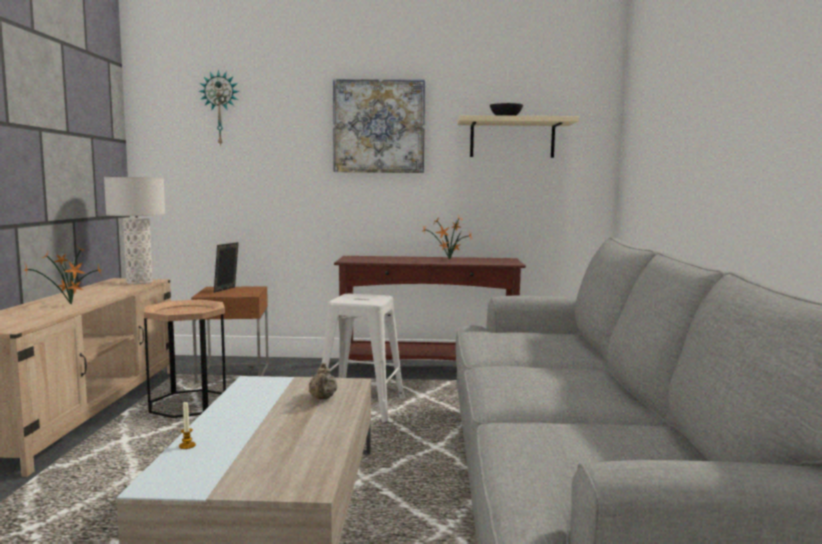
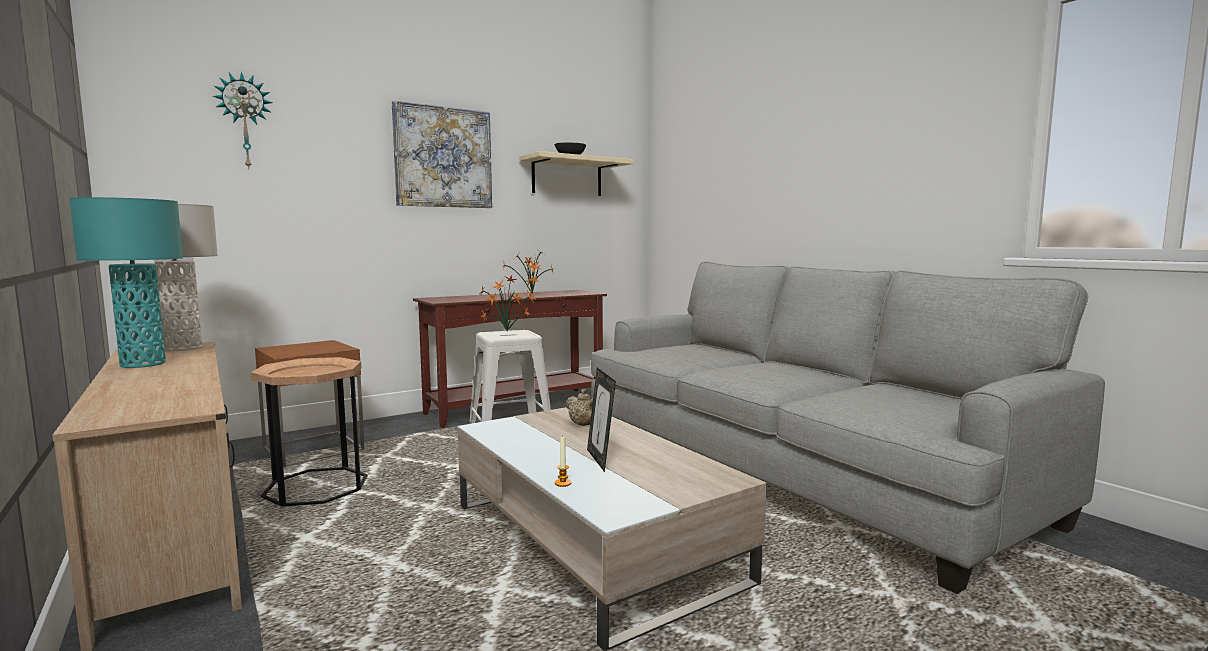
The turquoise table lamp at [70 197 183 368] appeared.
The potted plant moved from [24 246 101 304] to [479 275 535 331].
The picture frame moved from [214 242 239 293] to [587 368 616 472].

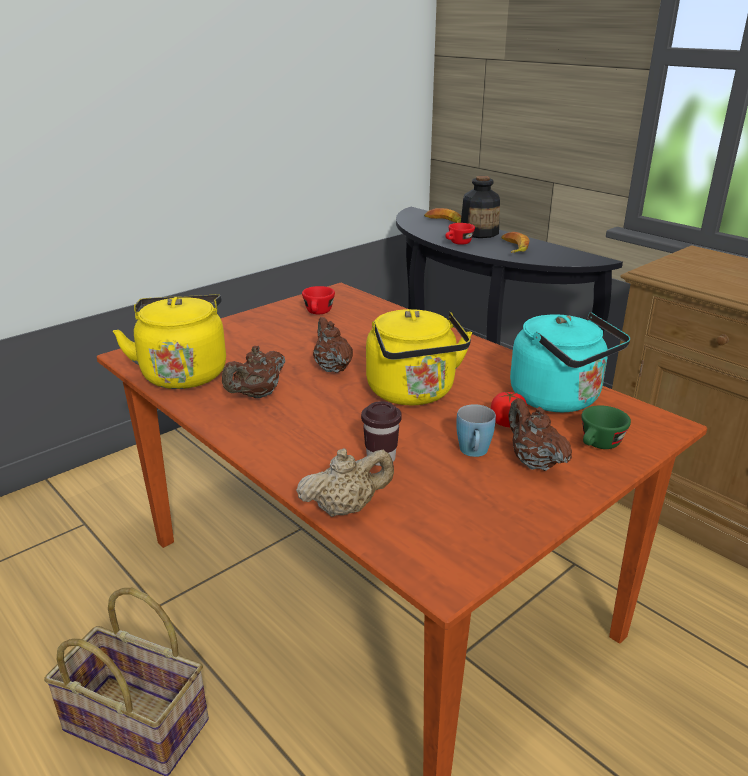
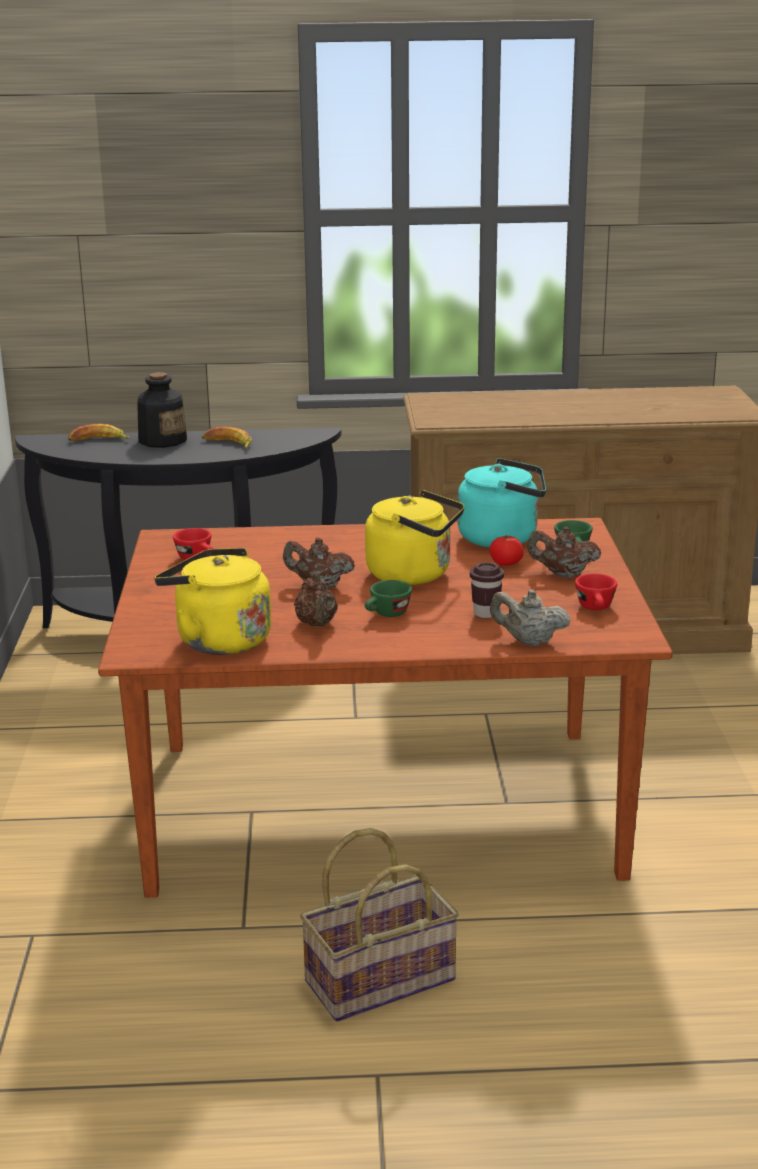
The blue mug at [456 404 496 457] disappeared.
The green cup at [365 580 412 617] appeared.
The red cup moved from [445 223 475 245] to [575 574 617 610].
The beige teapot at [296 448 394 517] turned 90 degrees counterclockwise.

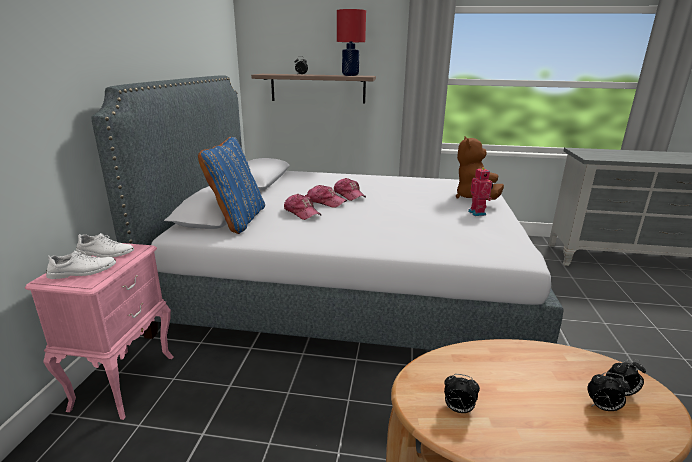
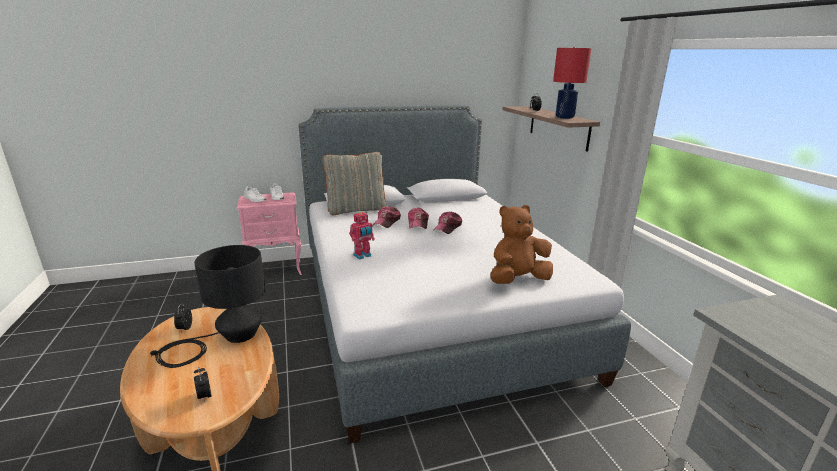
The alarm clock at [587 372 630 412] disappeared.
The black table lamp at [150 245 265 368] appeared.
The toy robot moved from [468 167 493 216] to [349 212 375 260].
The blue pillow at [198 137 265 234] became the grey pillow at [323 152 387 215].

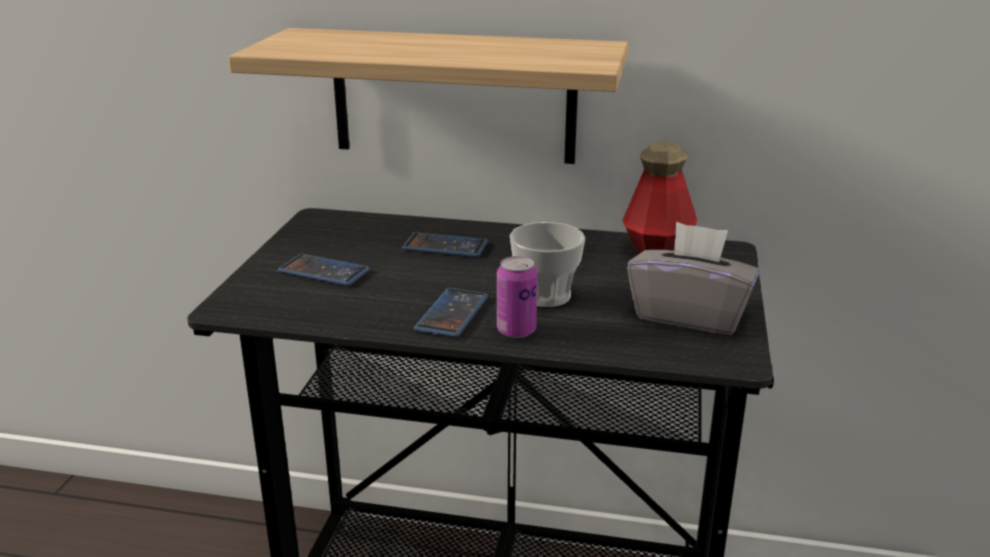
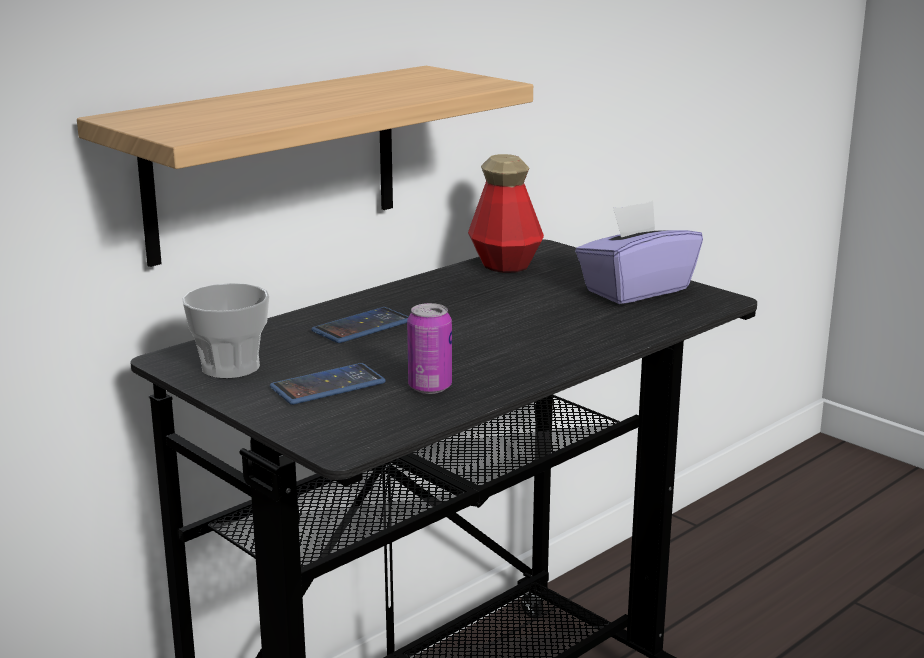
The phone at [414 288 488 337] disappeared.
The can moved from [497 256 537 338] to [407 303 452 394].
The cup moved from [510 222 585 307] to [182 283 269 378].
The grey tissue box at [627 222 760 335] became the purple tissue box at [575 201 703 304].

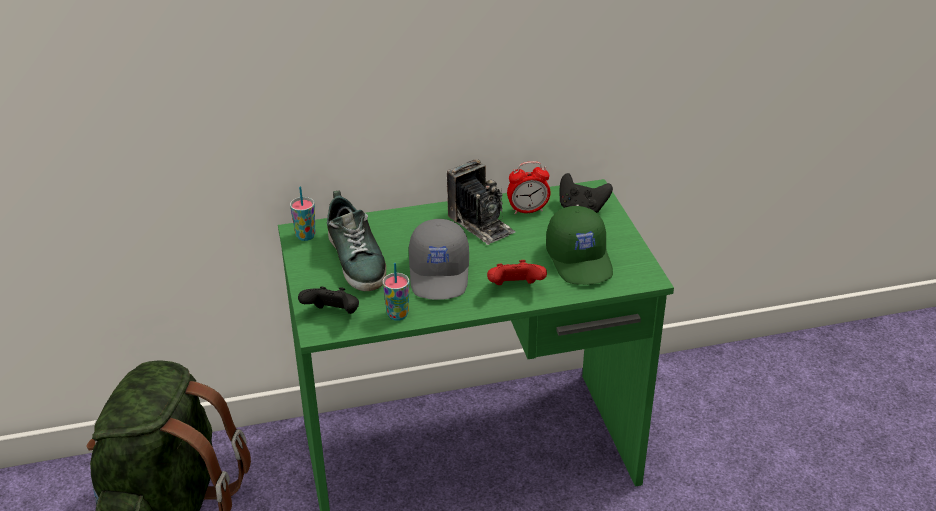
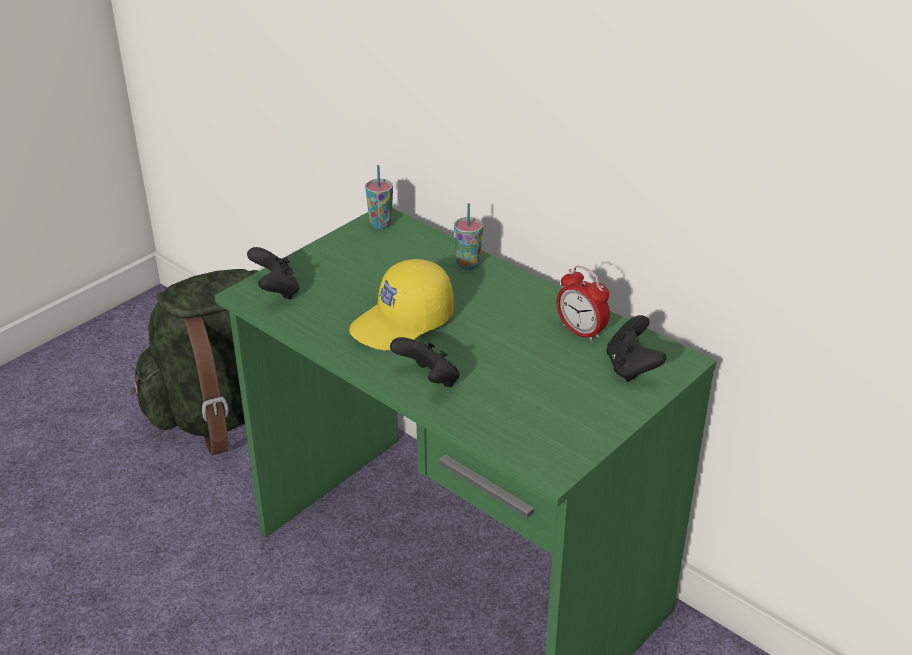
The shoe at [327 191 386 291] disappeared.
The photo camera at [447 159 516 245] disappeared.
The green cap at [546 206 613 285] disappeared.
The cup moved from [382 263 409 321] to [454 203 483 270].
The grey cap at [409 219 469 300] became the yellow cap at [349 259 453 350].
The red game controller at [487 260 547 285] became the black game controller at [390 337 460 387].

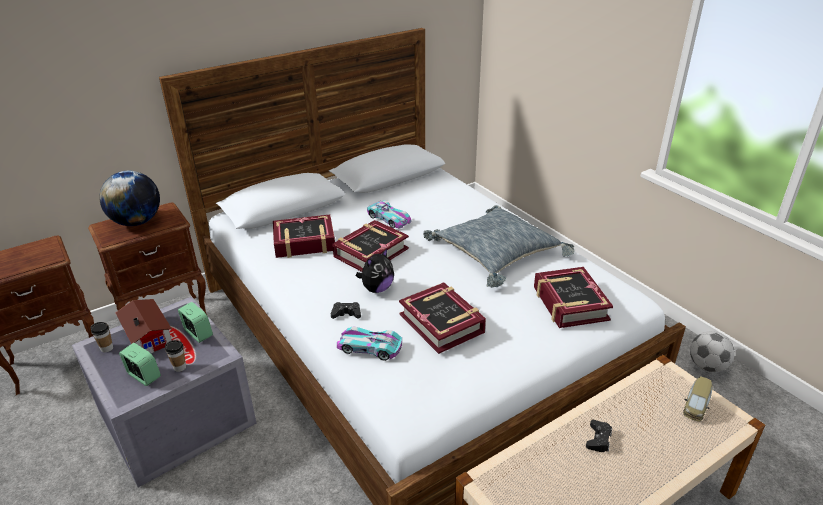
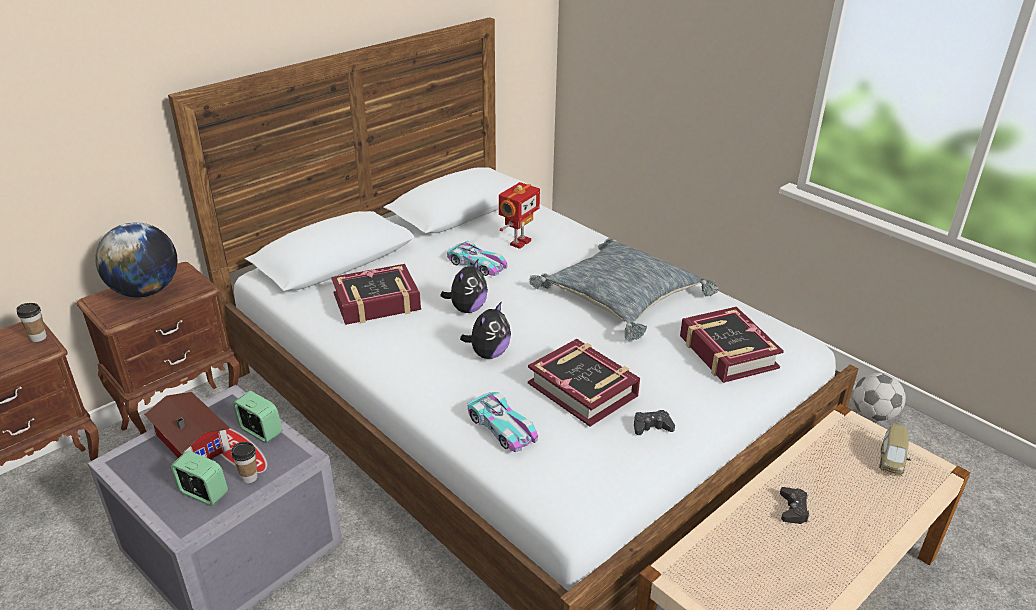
The toy robot at [499 182 540 249] appeared.
The cup moved from [91 322 113 353] to [16 303 47 342].
The black game controller moved from [331 302 361 319] to [634 410 675 435].
The book at [332 220 409 272] was replaced by the plush toy at [440 260 488 313].
The toy car at [337 326 402 361] turned 135 degrees counterclockwise.

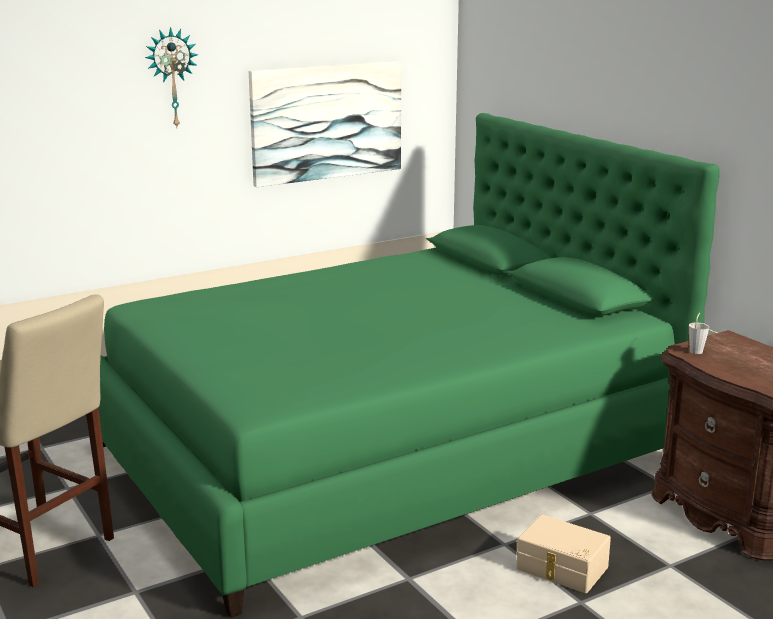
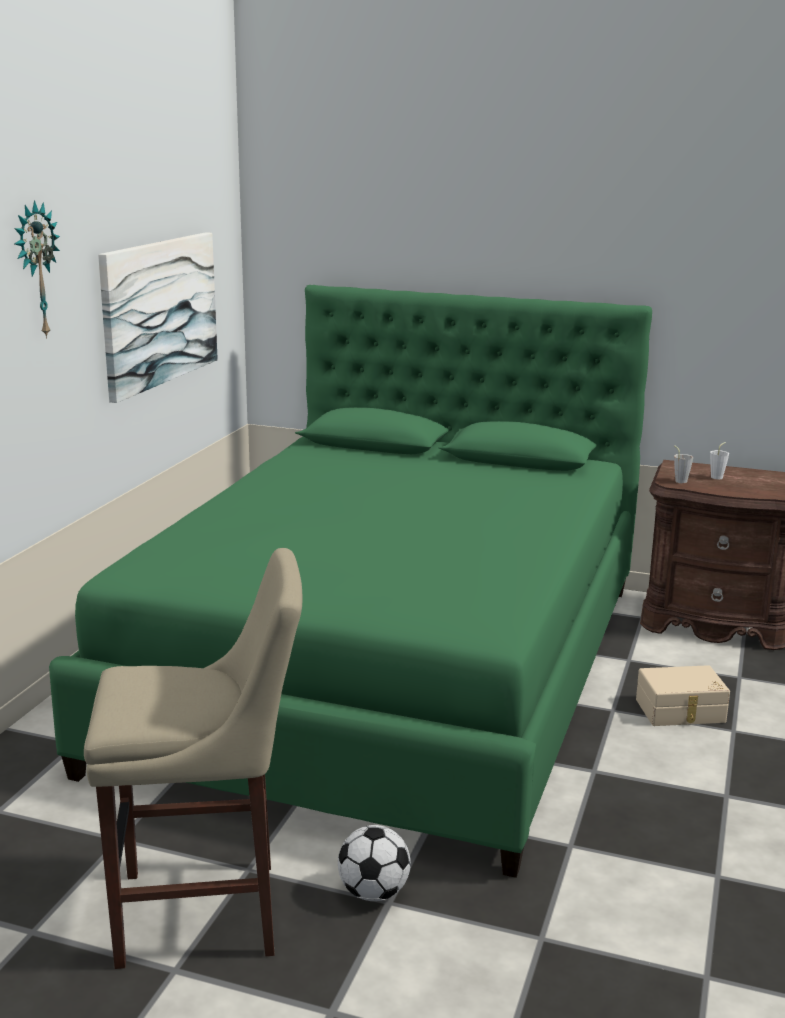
The football at [338 825 411 901] appeared.
The white cup at [710 442 729 479] appeared.

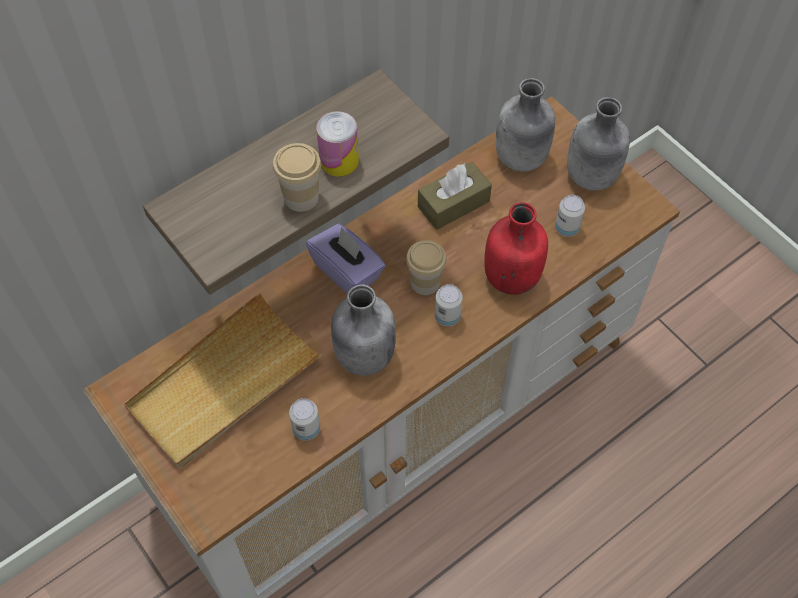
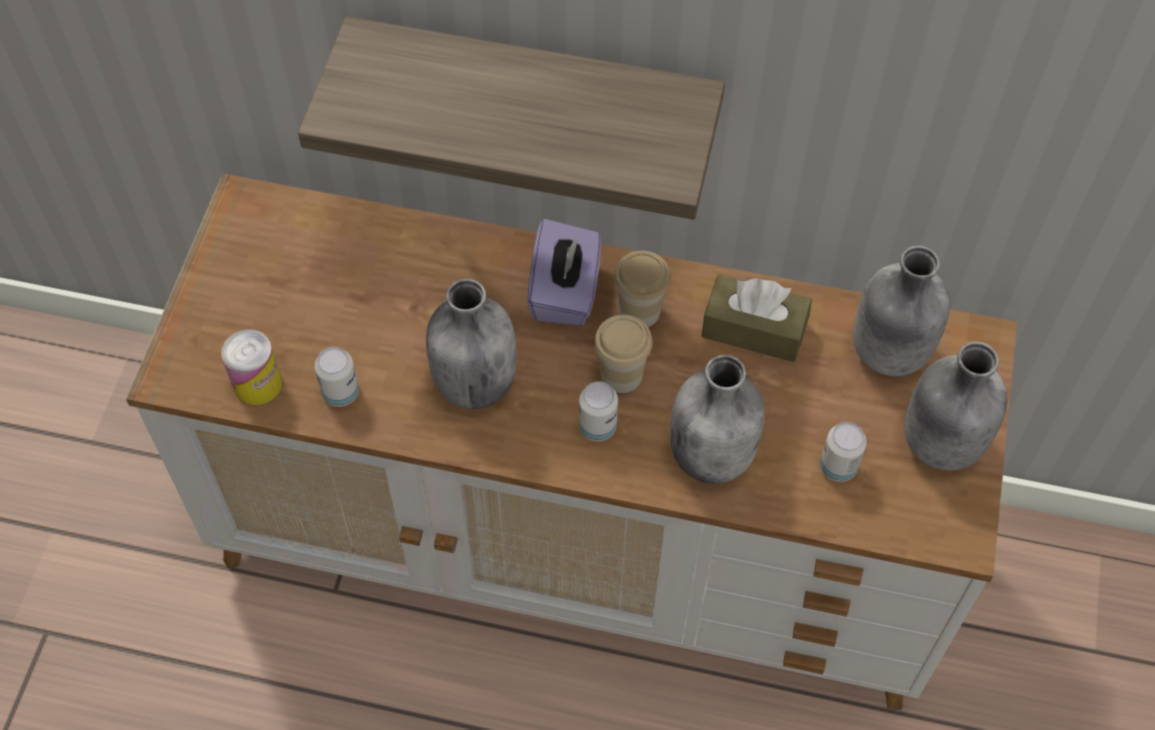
The beige tray at [124 292 322 468] disappeared.
The cup moved from [273 143 321 212] to [614 251 671 327].
The can moved from [316 111 359 177] to [221 330 282 405].
The red bottle at [484 202 548 295] became the grey bottle at [670 355 765 483].

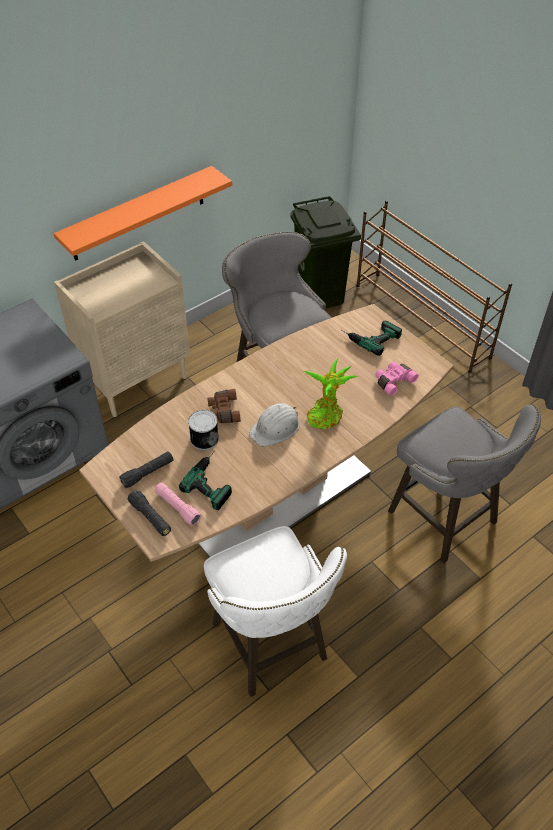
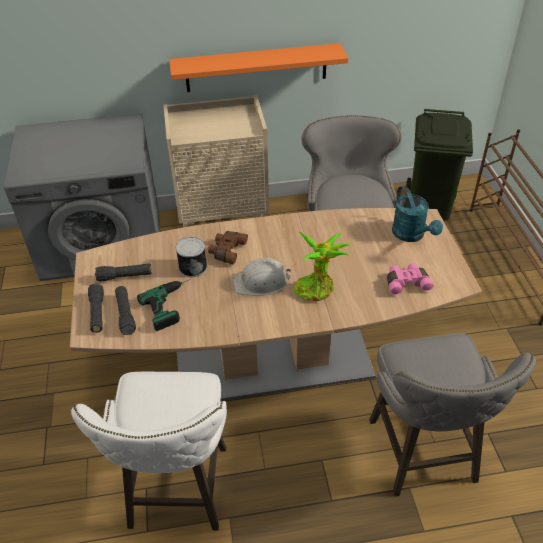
The power drill at [341 320 402 356] was replaced by the turquoise watering can at [392 186 443 242].
The pink flashlight at [155 483 202 526] became the black flashlight at [115 286 136 335].

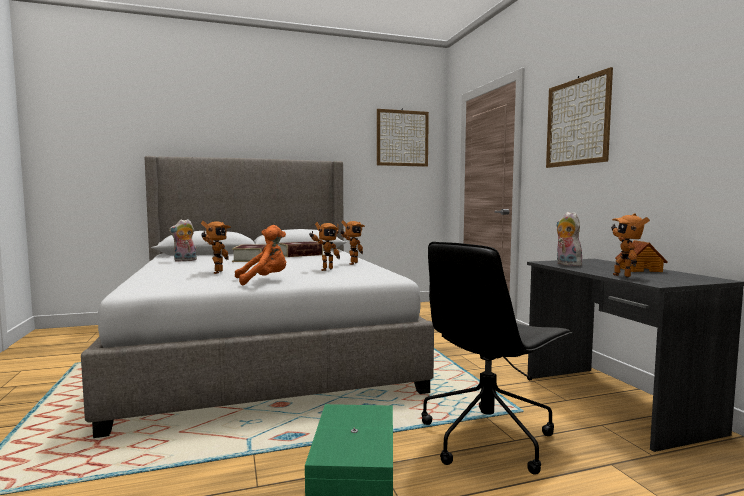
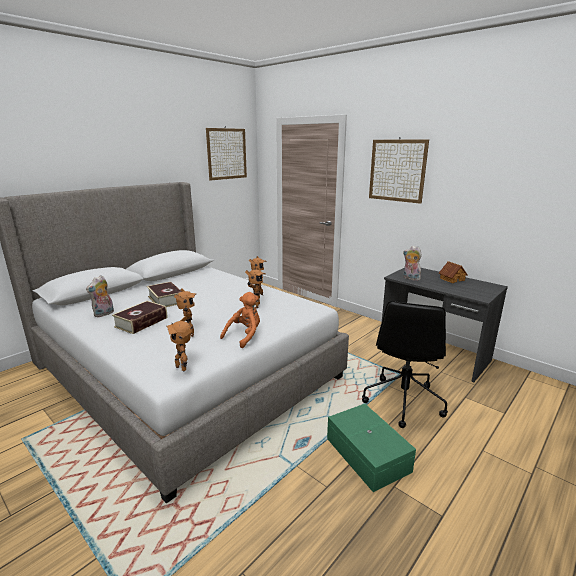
The book moved from [279 241 323 257] to [112 301 167 334].
The toy robot moved from [611 213 650 278] to [166 316 192 371].

